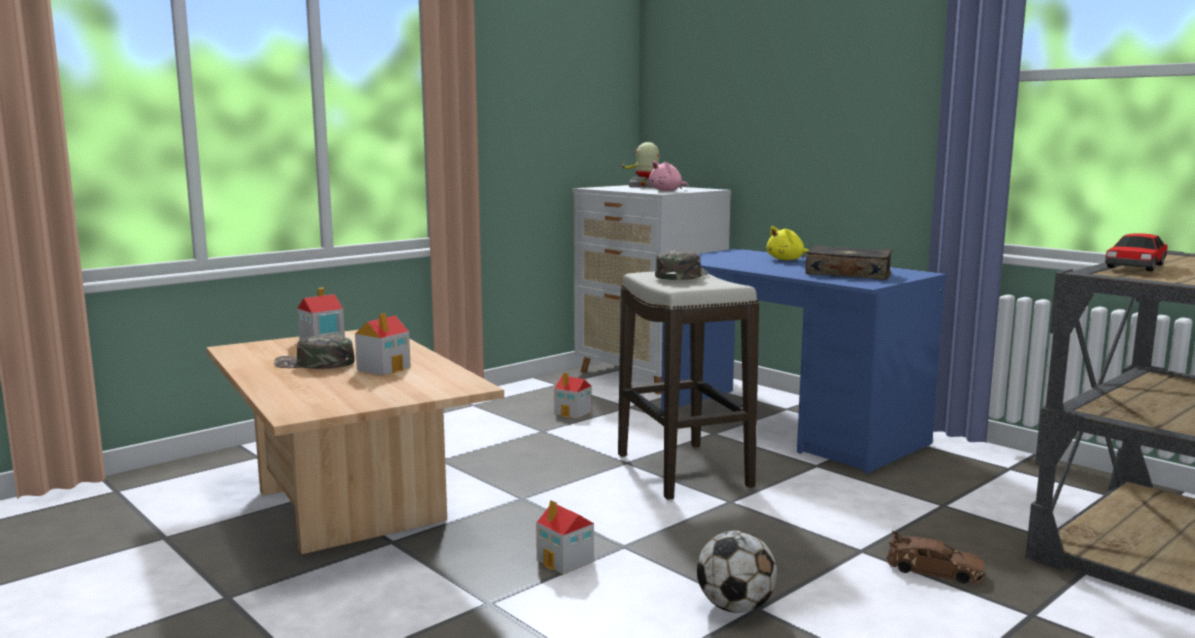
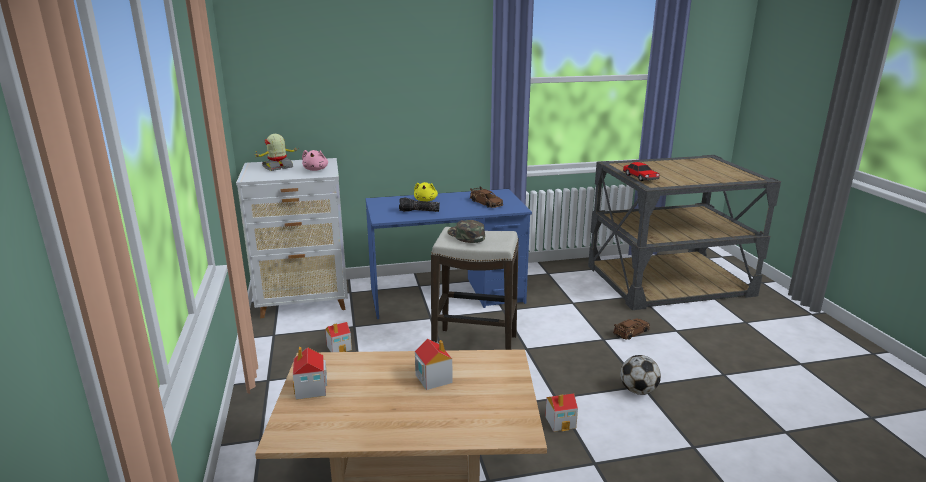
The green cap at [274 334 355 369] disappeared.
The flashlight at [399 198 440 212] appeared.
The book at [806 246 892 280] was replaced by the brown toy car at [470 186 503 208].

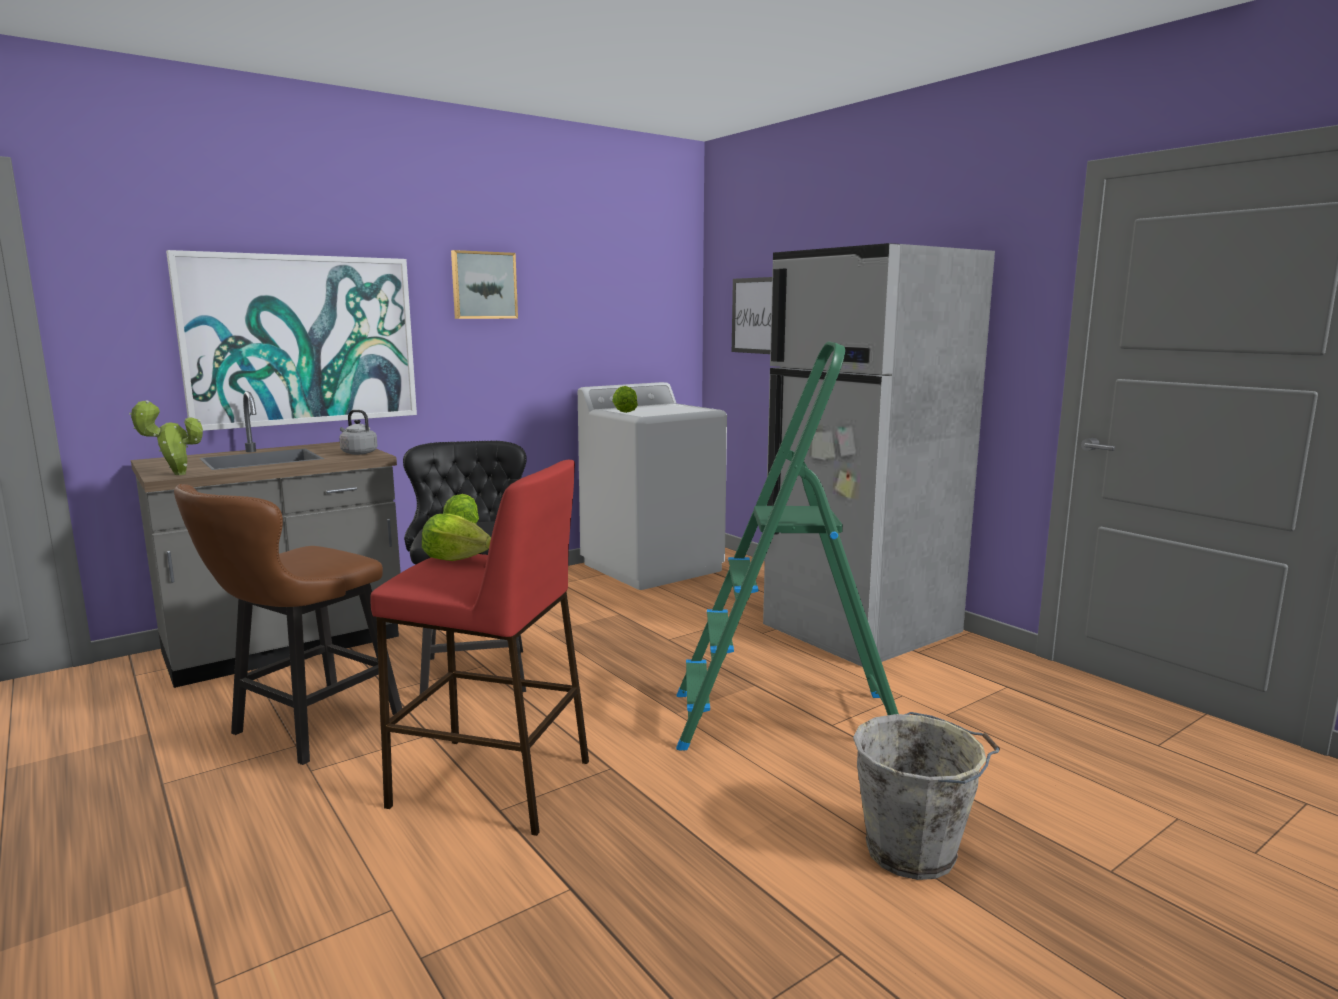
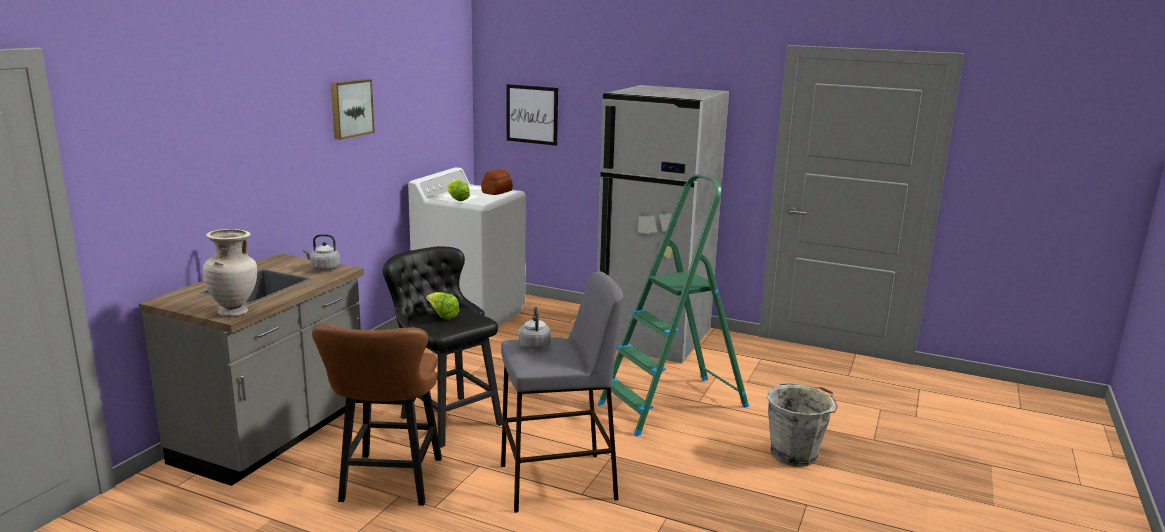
The picture at [166 250 417 431] disappeared.
The bread at [481 169 513 195] appeared.
The potted plant at [129 400 203 475] was replaced by the beige vase at [203 229 257 317].
The lettuce at [422 514 491 561] was replaced by the grey kettle at [518 307 551 350].
The red stool at [370 460 589 836] became the grey stool at [501 271 624 513].

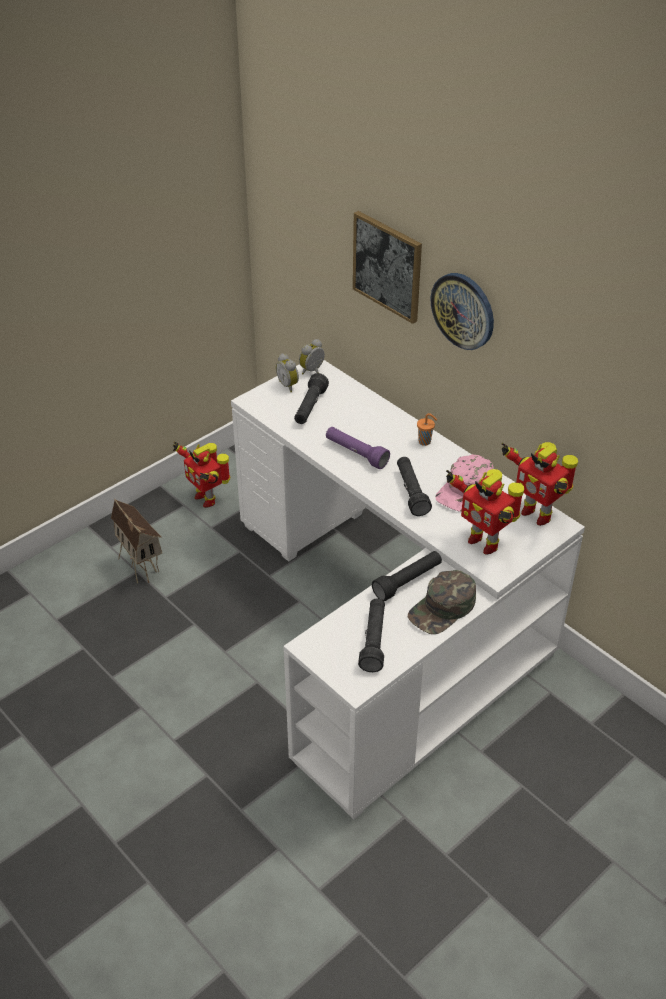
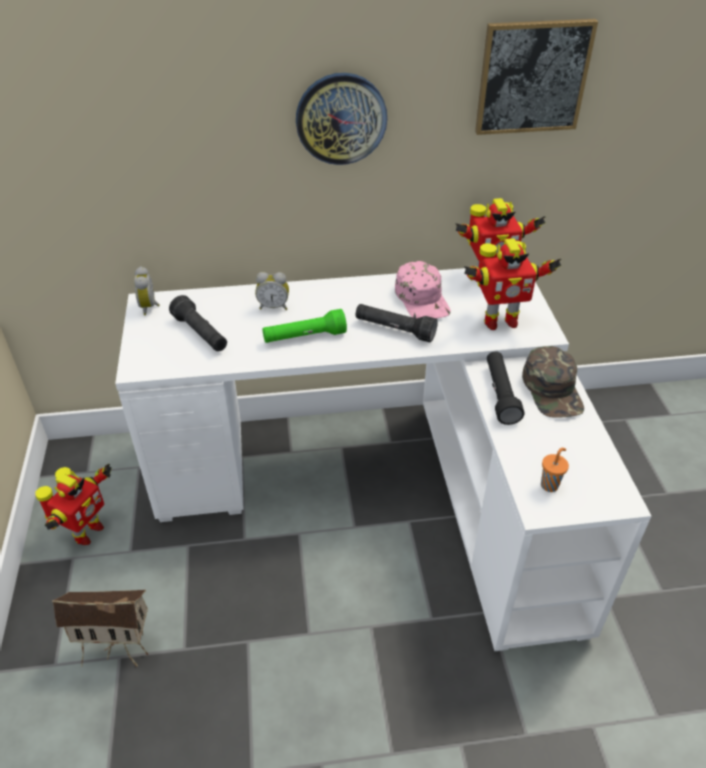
The black flashlight at [358 598 385 672] disappeared.
The alarm clock moved from [276 353 299 392] to [255 272 289 310].
The picture moved from [353 211 422 324] to [475 19 598 135].
The orange cup moved from [417 413 437 446] to [541 448 569 492].
The purple flashlight at [326 427 390 469] became the green flashlight at [262 309 347 343].
The toy robot at [173 441 230 508] turned 60 degrees counterclockwise.

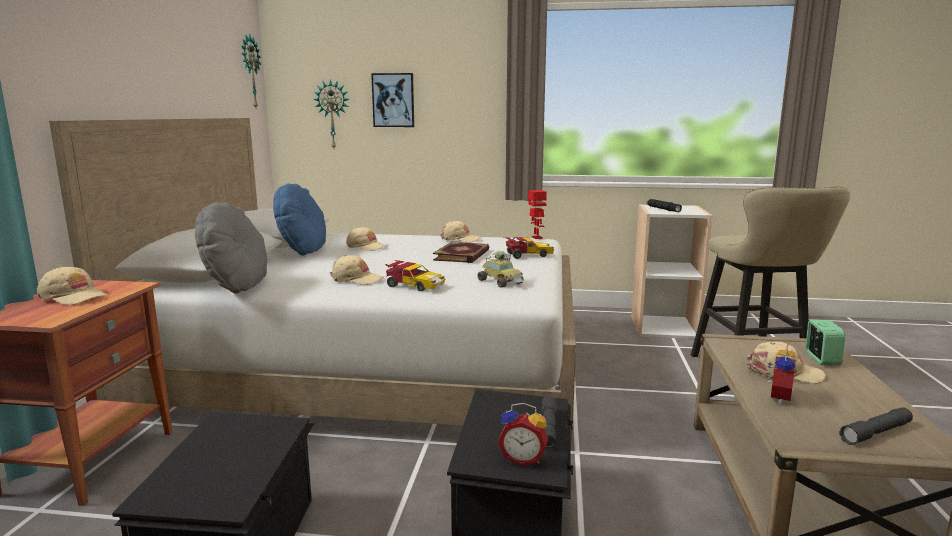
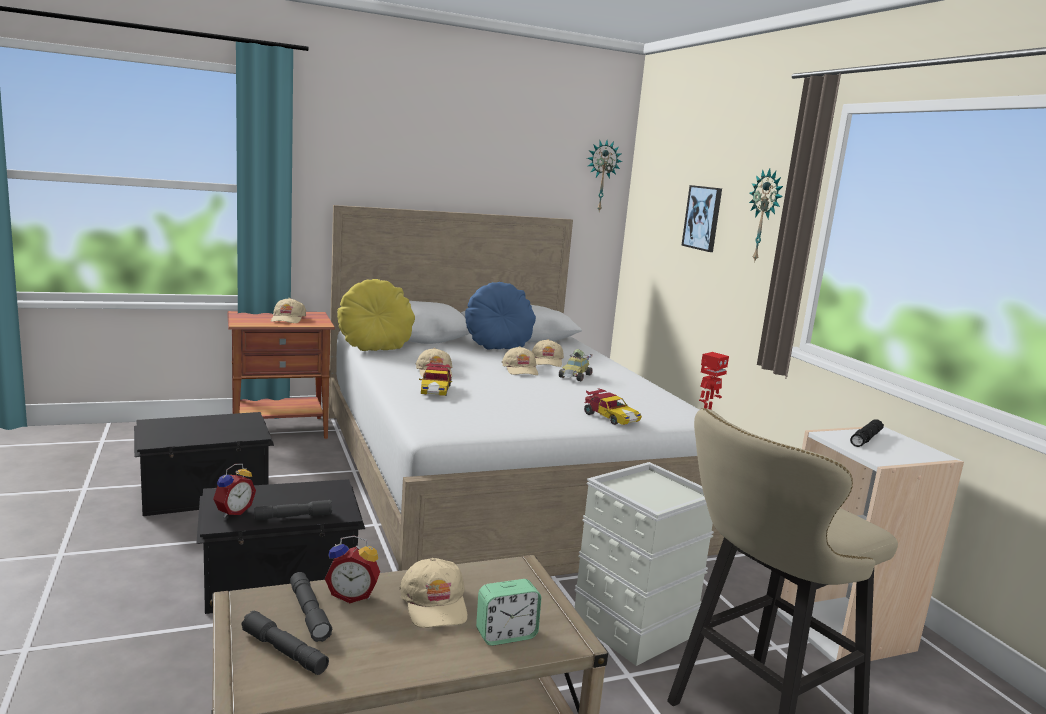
The book at [433 241 489 263] disappeared.
The grey flashlight at [290 572 333 642] appeared.
The grey storage box at [574 462 714 666] appeared.
The wall clock moved from [313 79 350 148] to [749 168 783 263].
The beige cap moved from [440 220 481 242] to [502 346 538 375].
The toy car moved from [478 251 524 288] to [559 349 593 382].
The grey pillow at [195 202 267 294] became the yellow pillow at [337 279 415 351].
The alarm clock at [498 403 548 466] turned 135 degrees counterclockwise.

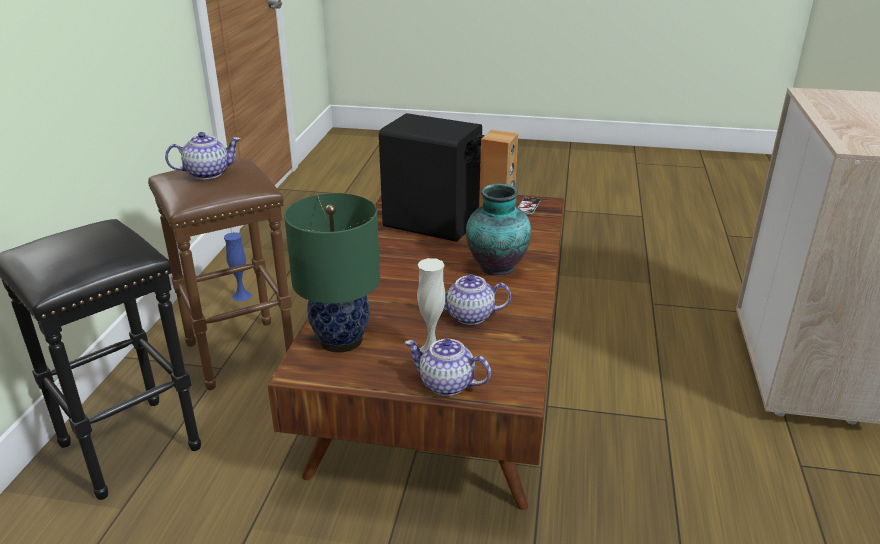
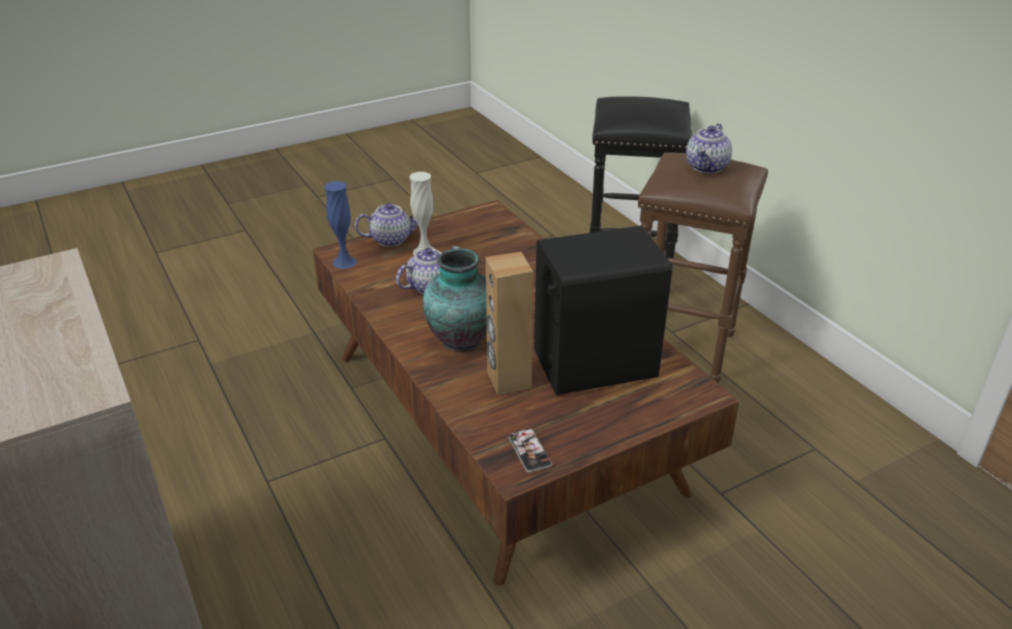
The green table lamp at [284 193 380 353] disappeared.
The blue vase moved from [224 232 252 301] to [324 181 357 269].

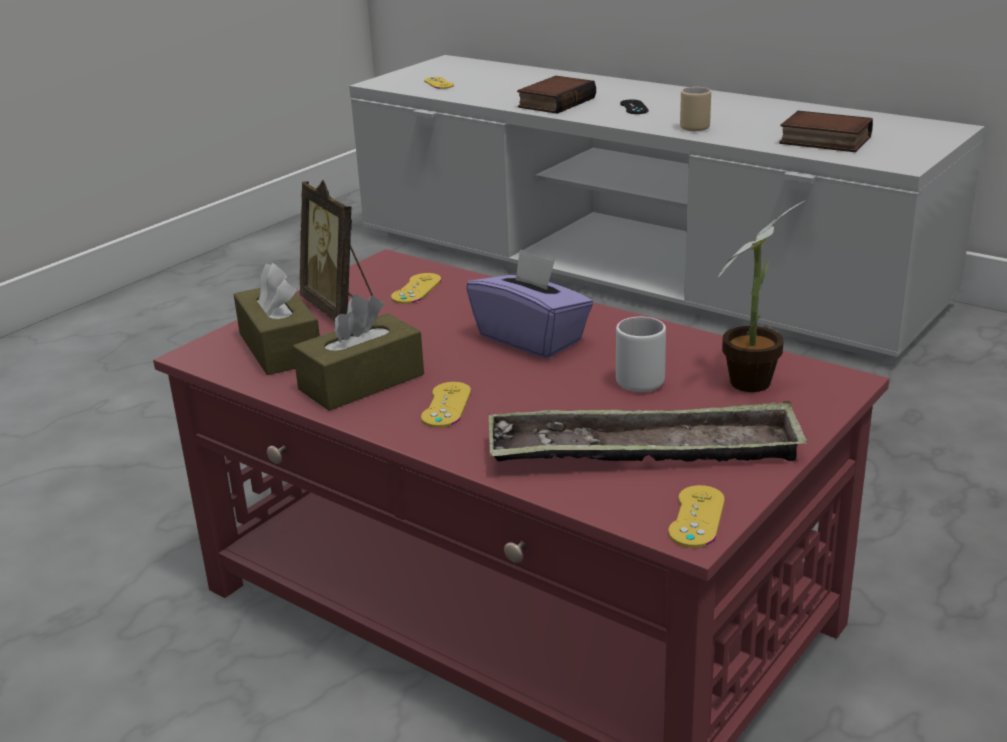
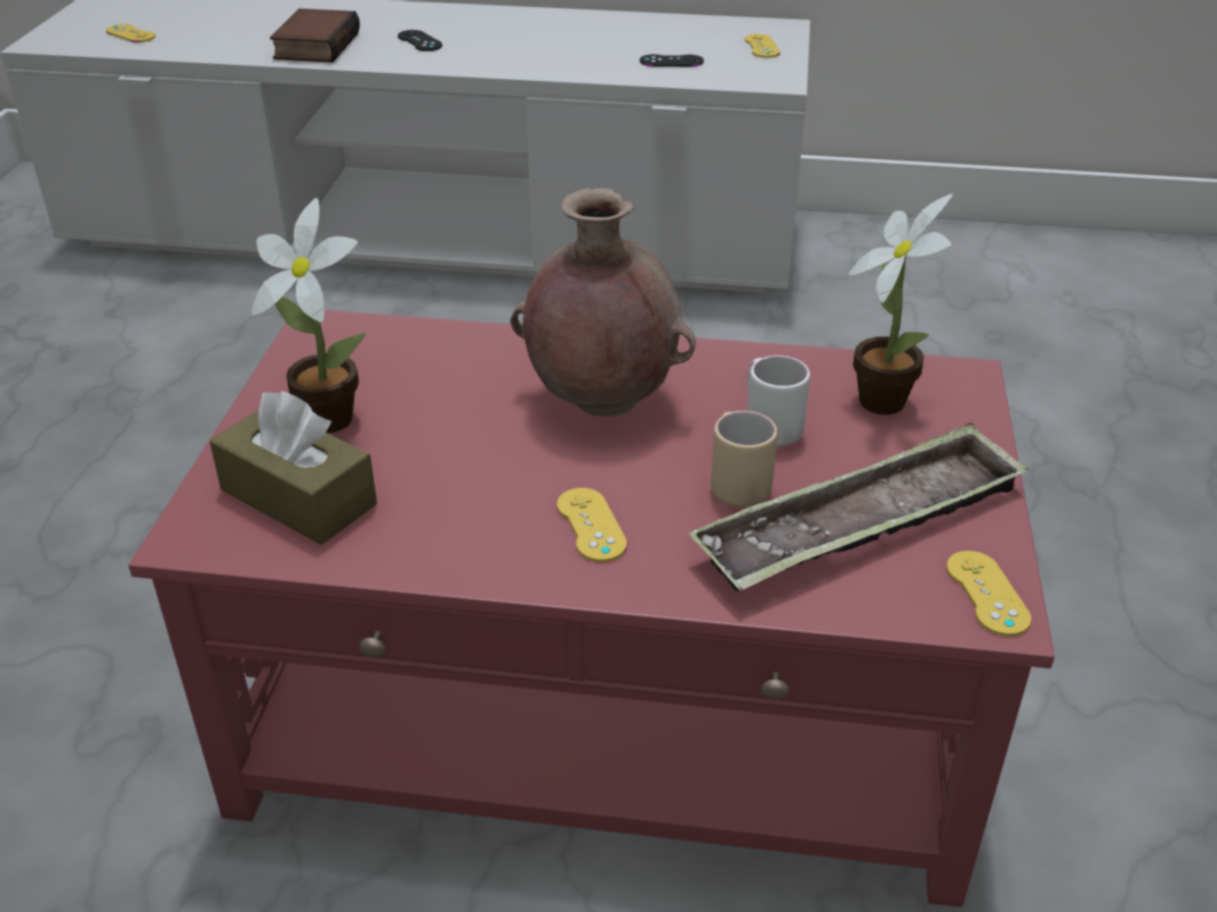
The brown tissue box at [293 294 424 411] disappeared.
The yellow game controller moved from [391 273 441 304] to [745 34 780 58].
The beige mug moved from [680 87 711 131] to [711 411 778 508].
The picture frame at [299 180 373 321] was replaced by the potted plant at [252 197 366 433].
The purple tissue box at [466 249 593 359] was replaced by the brown vase at [510 188 696 416].
The book at [779 111 873 152] was replaced by the black game controller at [640 54 704 67].

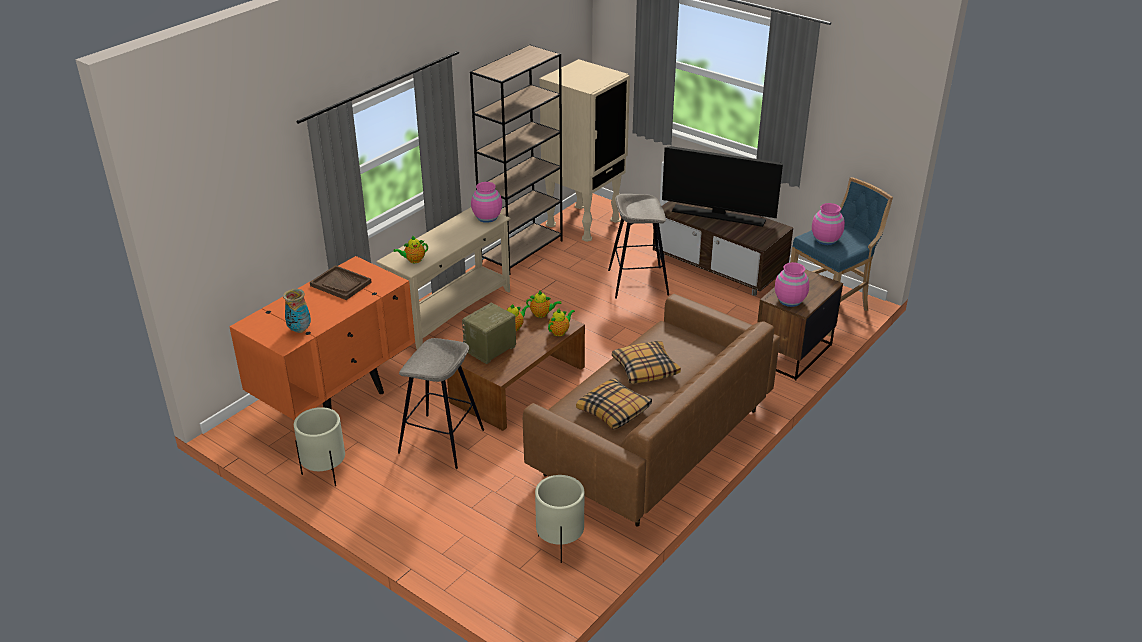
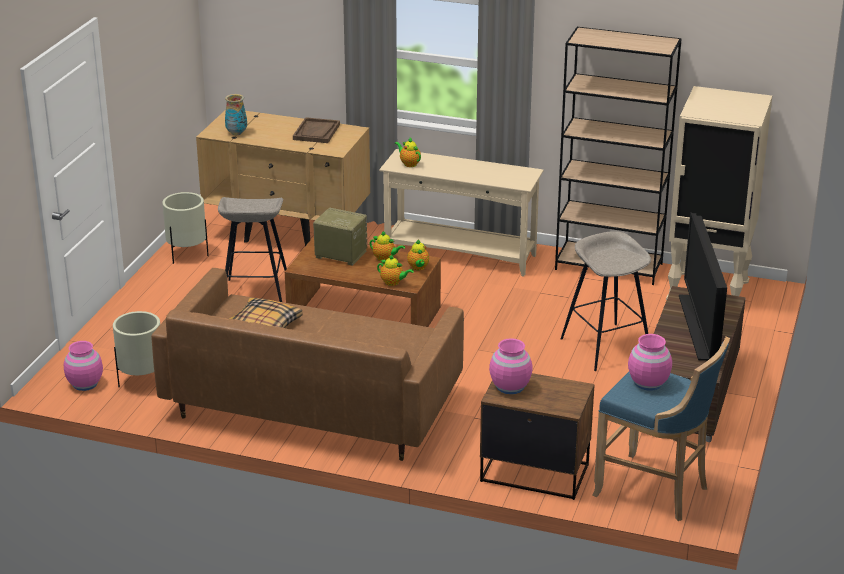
The pillow at [612 341 681 383] disappeared.
The pink vase moved from [471 182 502 223] to [64 341 103 391].
The orange dresser at [229 256 415 421] became the beige dresser at [196 110 370 246].

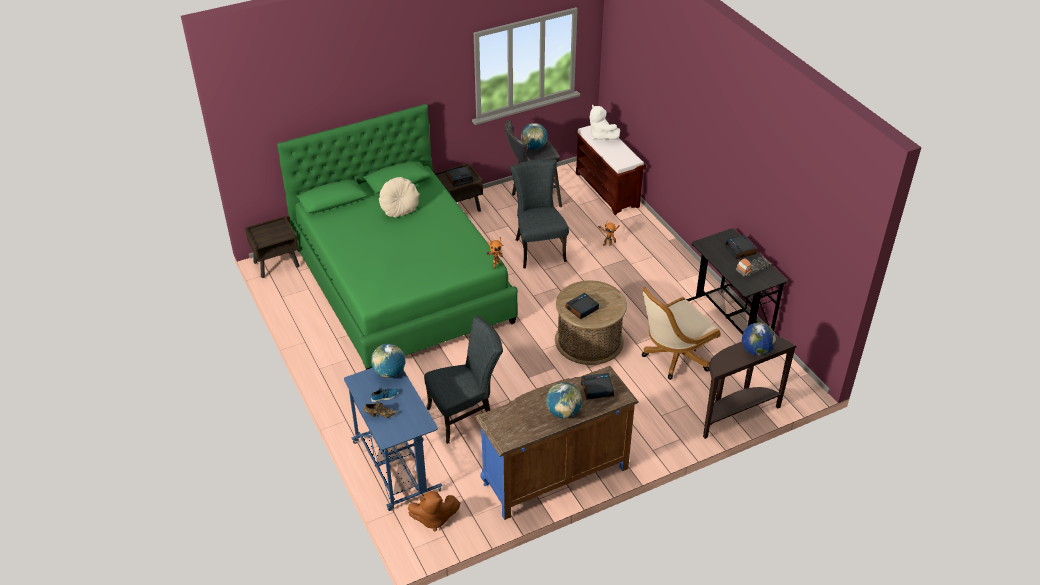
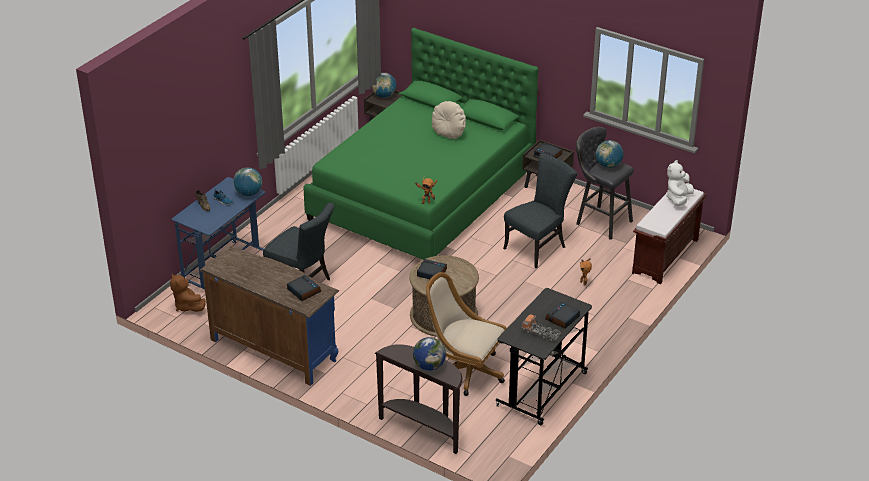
The globe moved from [546 383 582 418] to [372 73 396 98].

